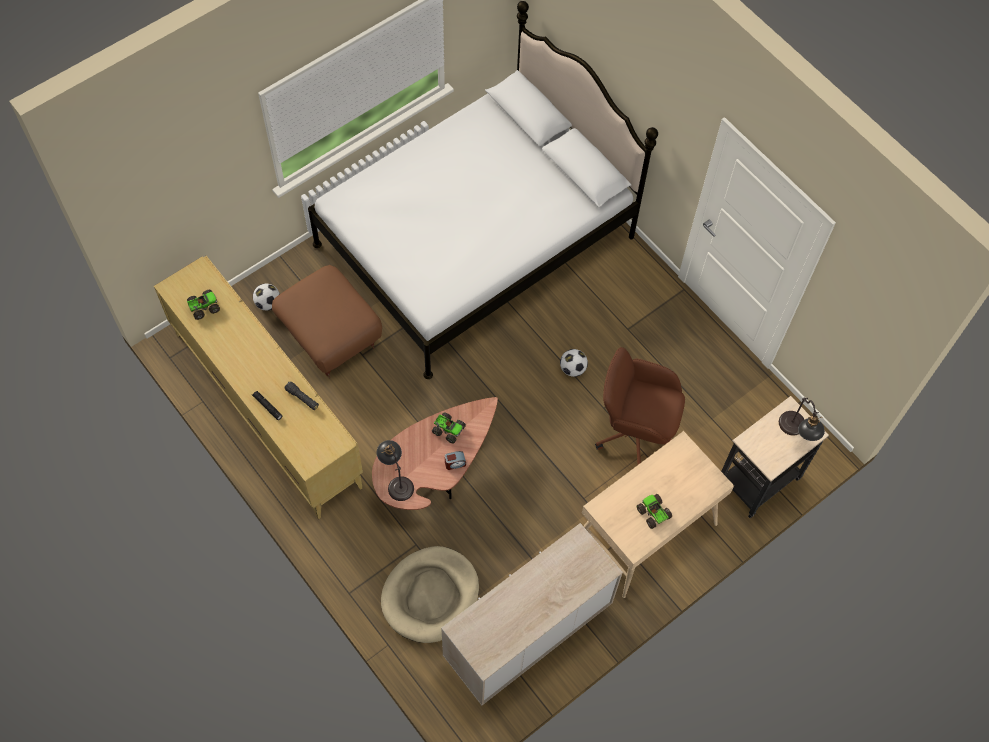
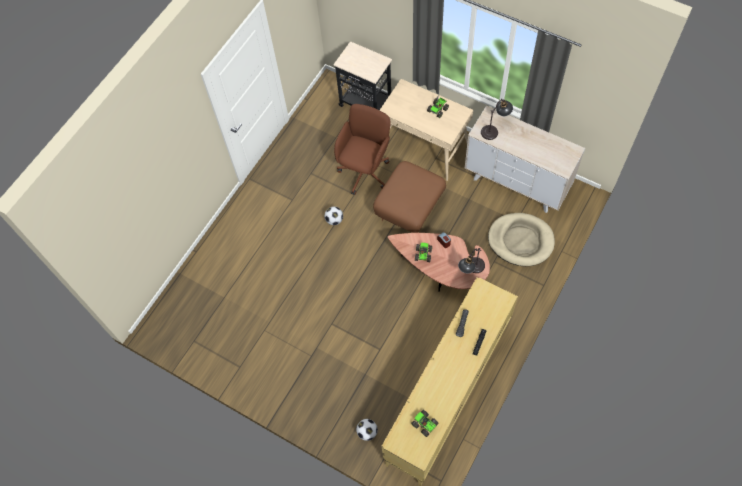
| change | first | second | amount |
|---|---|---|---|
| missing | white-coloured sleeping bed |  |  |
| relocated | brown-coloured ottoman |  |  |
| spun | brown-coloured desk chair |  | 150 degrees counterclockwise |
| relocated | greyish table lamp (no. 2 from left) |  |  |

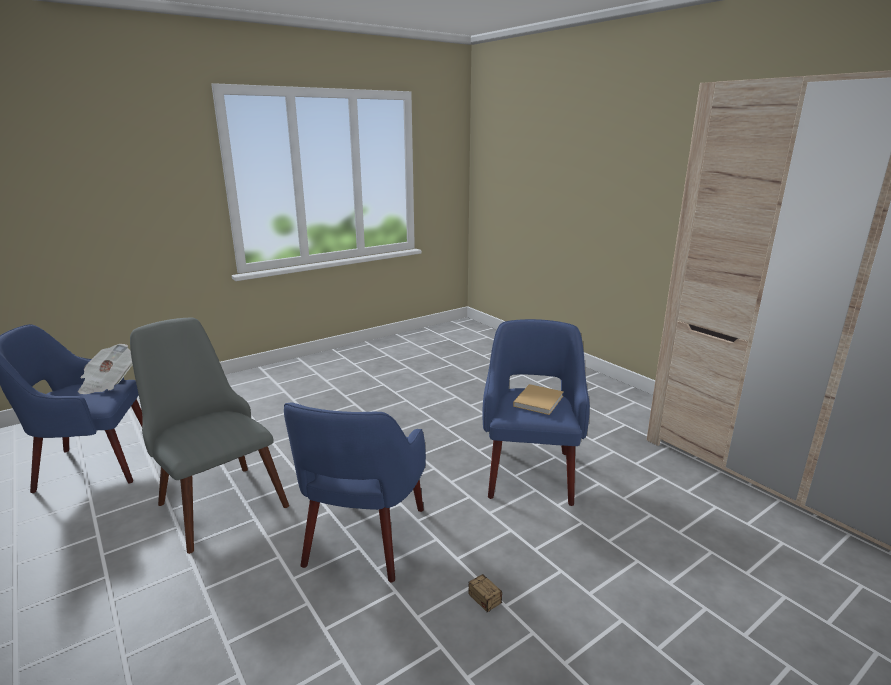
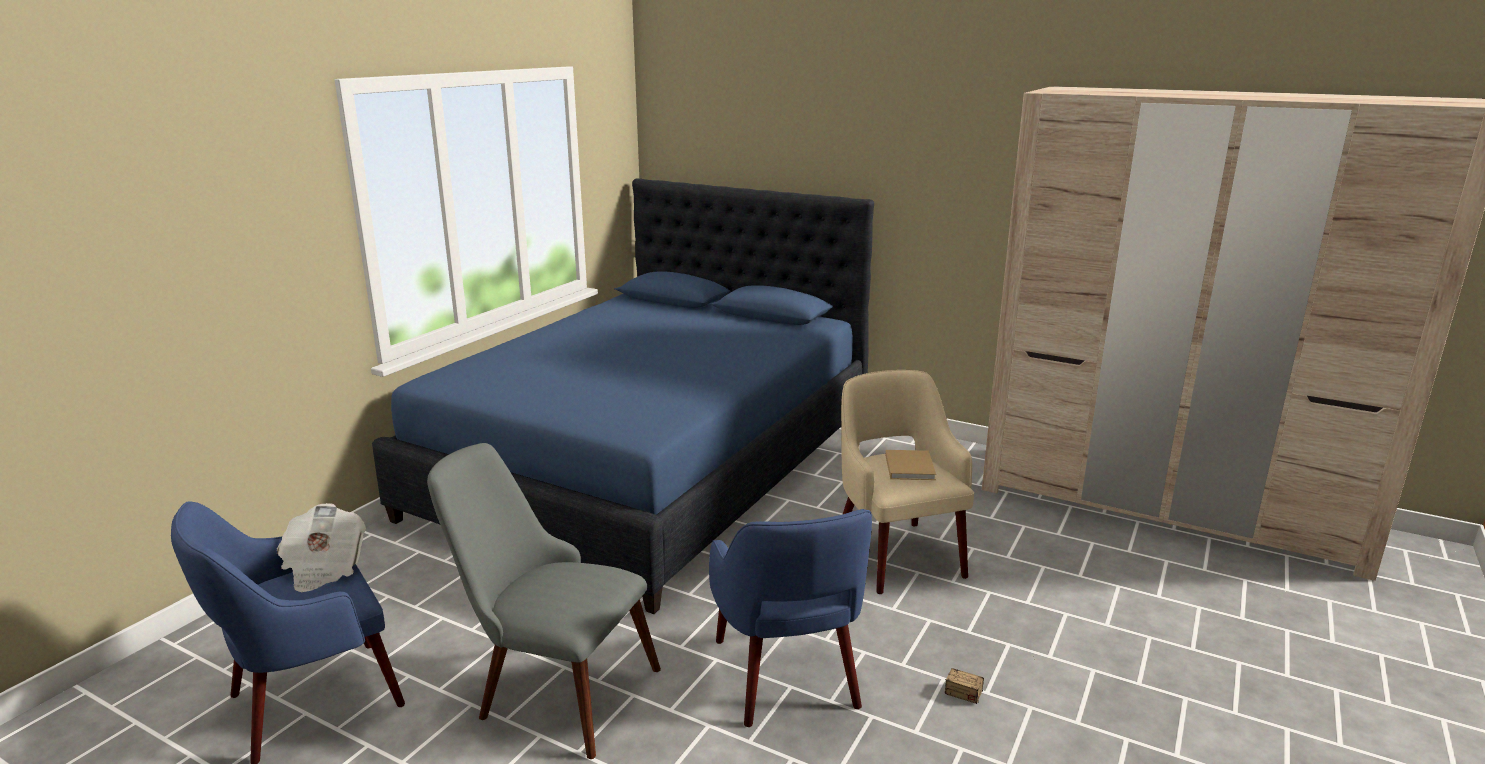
| change | first | second | amount |
|---|---|---|---|
| colour | blue-coloured easy chair (no. 3 from left) | beige easy chair |  |
| appeared |  | blue-coloured sleeping bed |  |

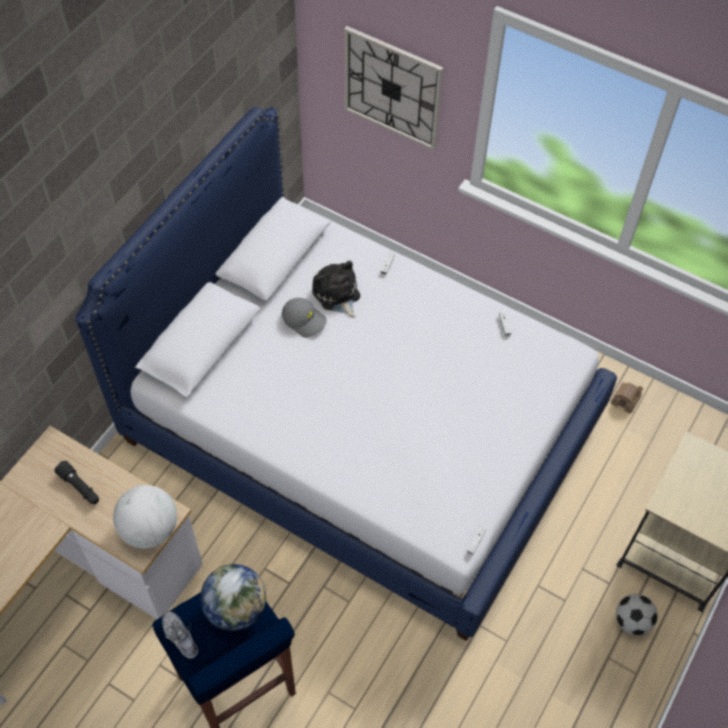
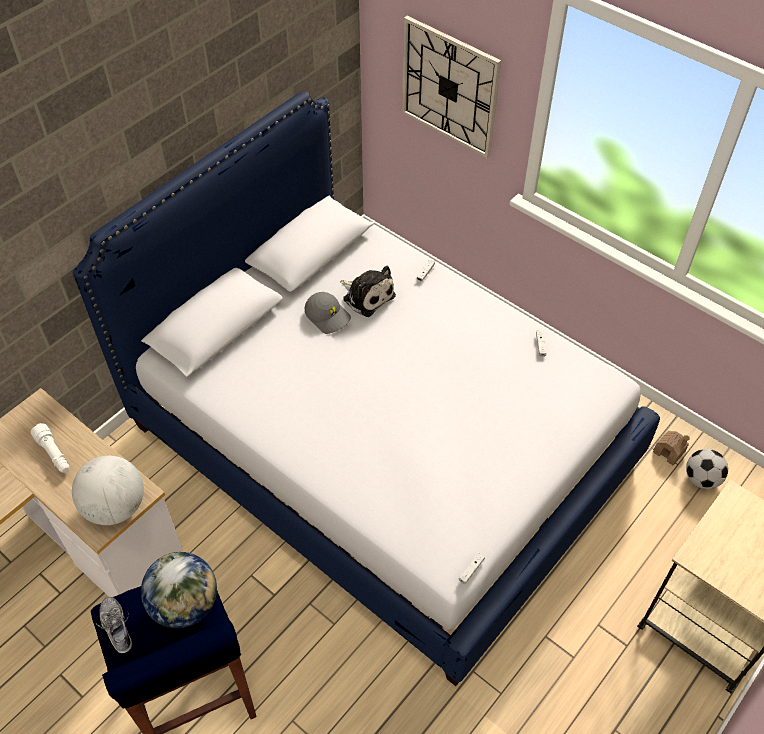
| change | first | second | amount |
|---|---|---|---|
| spun | cuddly toy |  | 150 degrees clockwise |
| colour | black torch | white-coloured torch |  |
| relocated | ball for football |  |  |

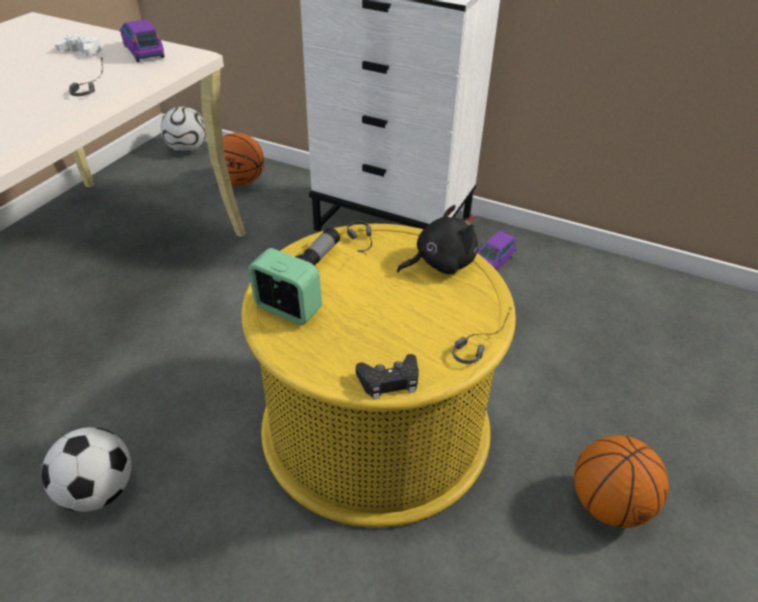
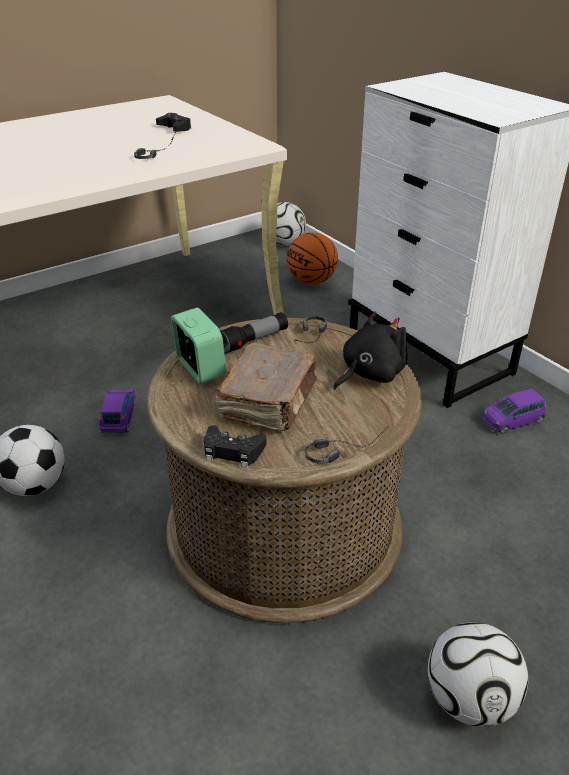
| change | first | second | amount |
|---|---|---|---|
| relocated | purplish toy car (no. 1 from left) |  |  |
| colour | white-coloured gamepad | black gamepad (no. 1 from left) |  |
| spun | black cuddly toy |  | 45 degrees counterclockwise |
| colour | yellow lounge table | brown-coloured lounge table |  |
| exchanged | basketball ball (no. 2 from left) | ball for football (no. 3 from left) |  |
| appeared |  | brown-coloured bound book |  |

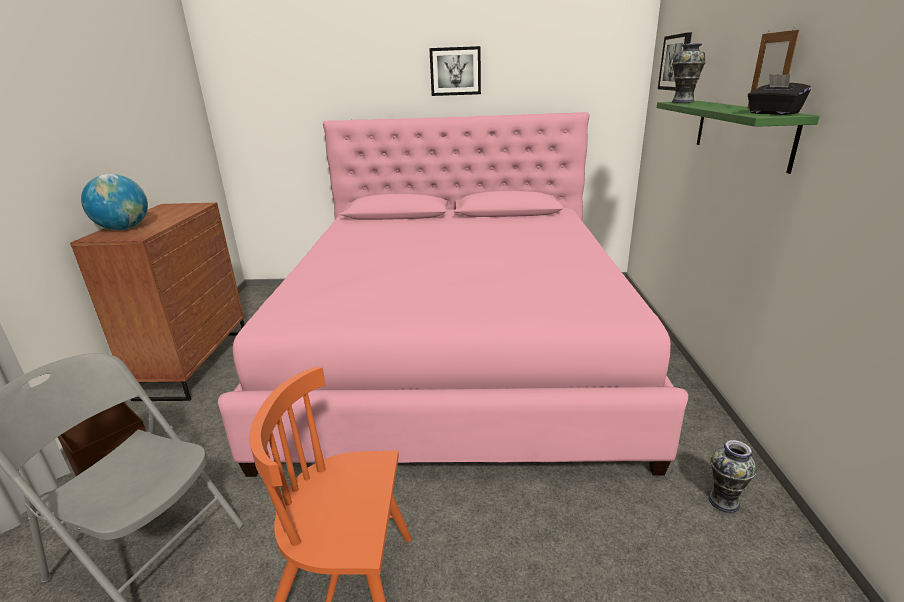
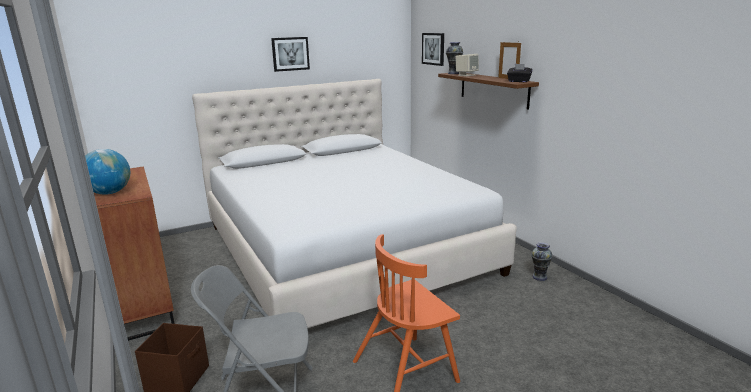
| change | first | second | amount |
|---|---|---|---|
| colour | greenish bracket shelf | brown-coloured bracket shelf |  |
| colour | pink-coloured sleeping bed | white-coloured sleeping bed |  |
| appeared |  | beige audio speaker |  |

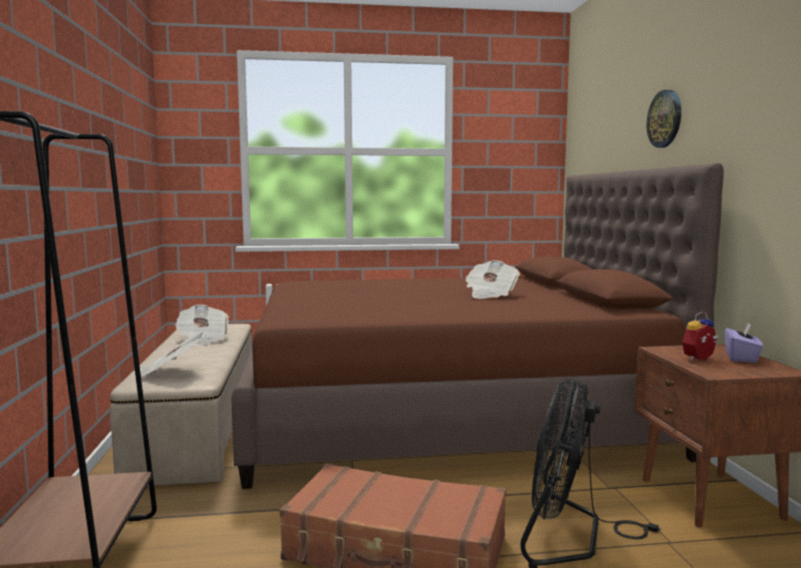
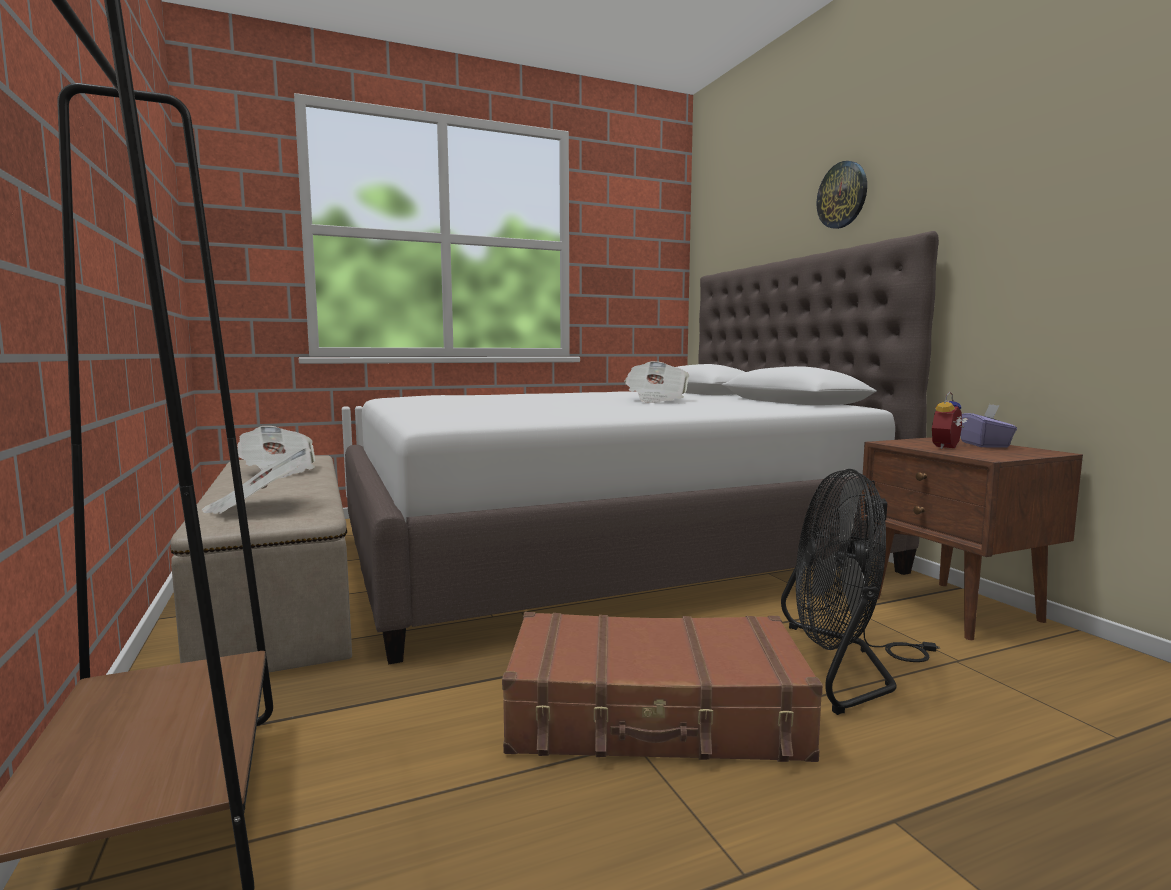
| change | first | second | amount |
|---|---|---|---|
| colour | brown-coloured sleeping bed | white-coloured sleeping bed |  |

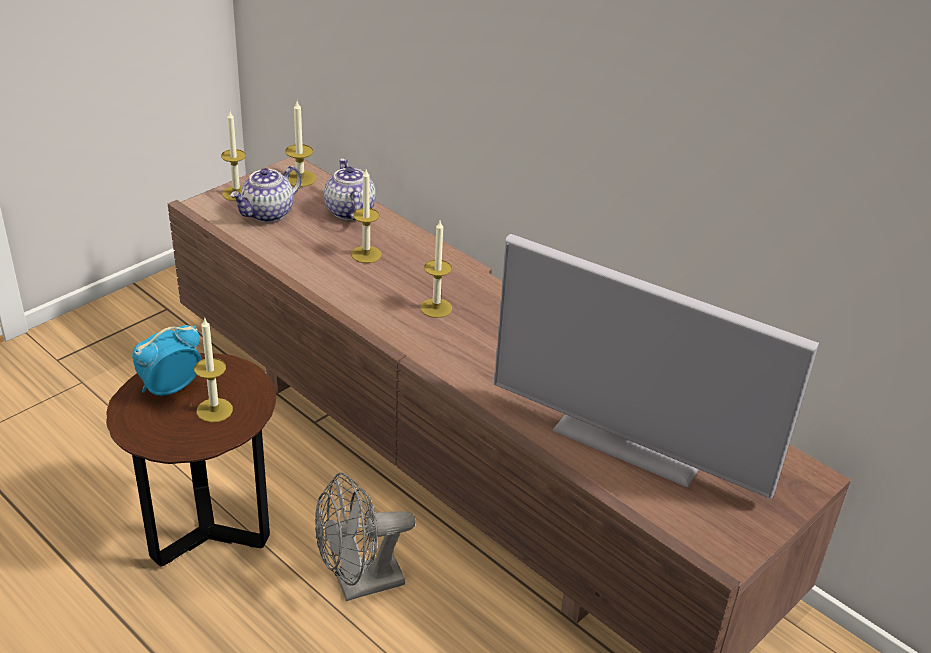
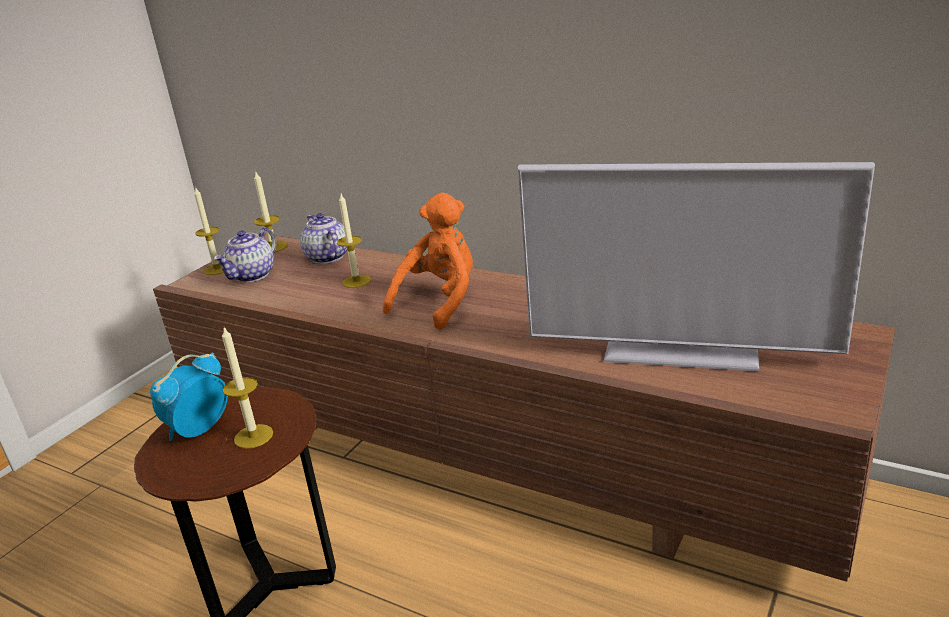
| change | first | second | amount |
|---|---|---|---|
| exchanged | wax light (no. 5 from left) | orange-coloured cuddly toy |  |
| missing | greyish cooling fan |  |  |

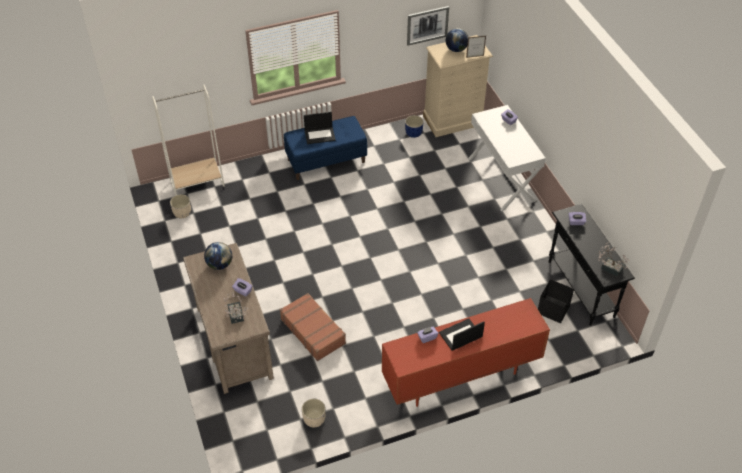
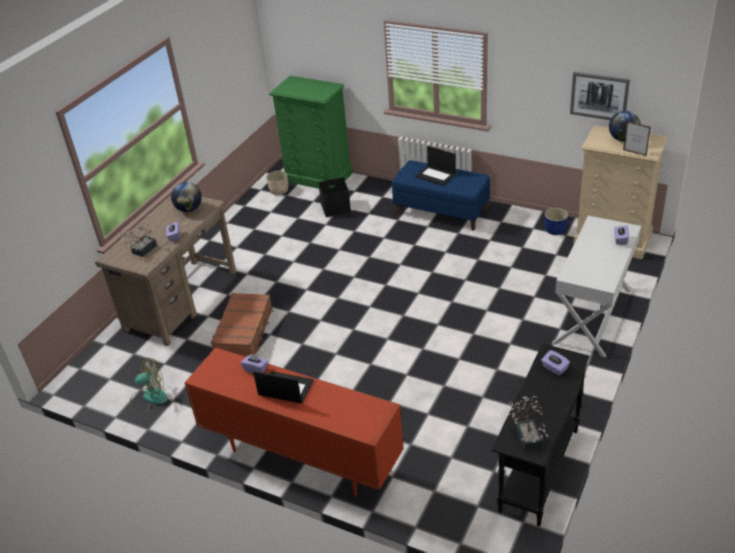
| change | first | second | amount |
|---|---|---|---|
| exchanged | garment rack | greenish drawer chest |  |
| relocated | black storage bin |  |  |
| exchanged | beige flower pot (no. 2 from left) | cooling fan |  |

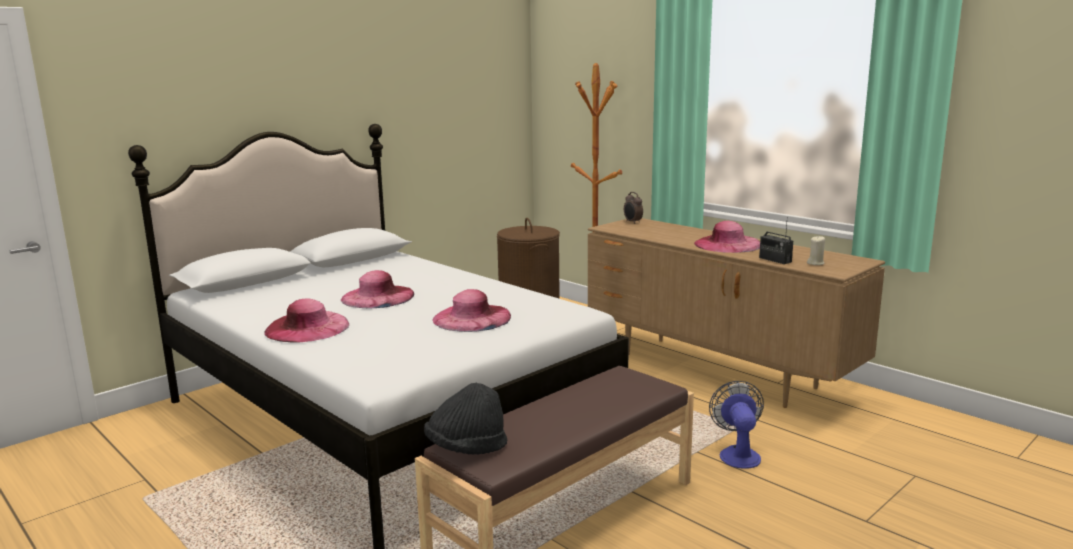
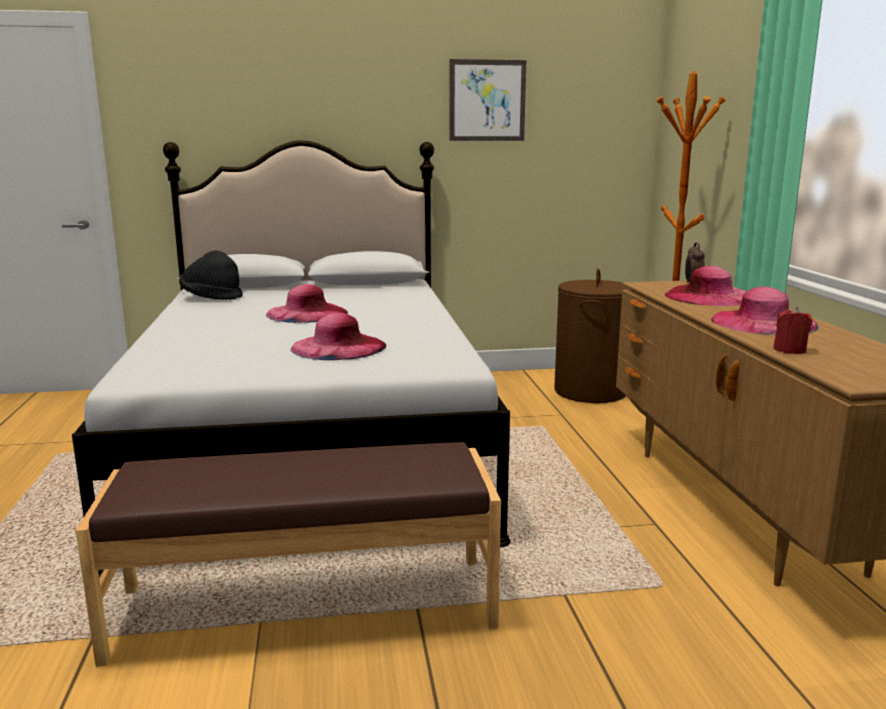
| change | first | second | amount |
|---|---|---|---|
| exchanged | radio set | red wax light |  |
| missing | beige wax light |  |  |
| relocated | pink-coloured clothing hat (no. 1 from left in the first image) | pink-coloured clothing hat (no. 3 from left) |  |
| missing | cooling fan |  |  |
| relocated | black clothing hat |  |  |
| appeared |  | wall art |  |

